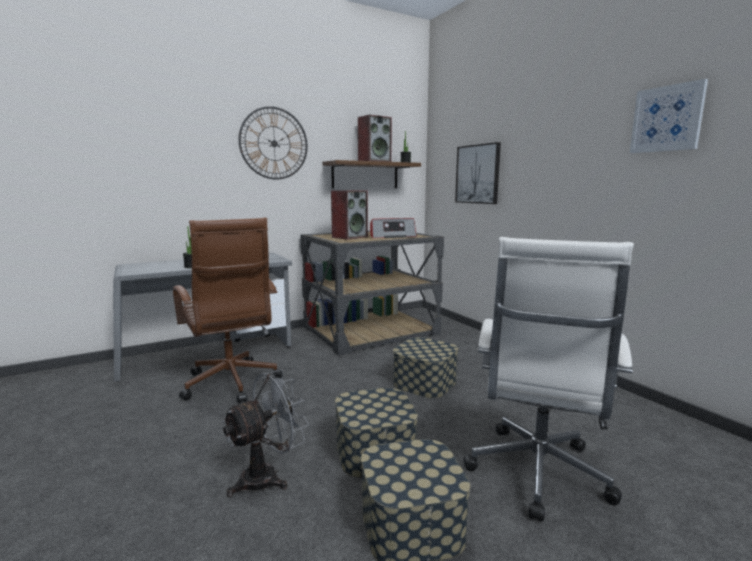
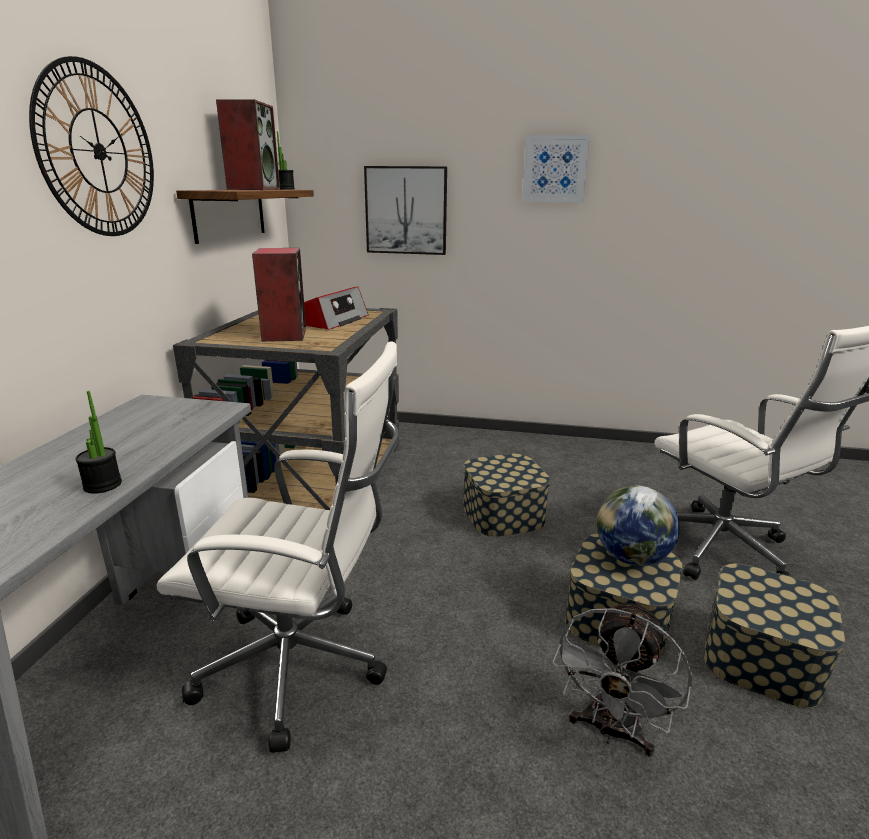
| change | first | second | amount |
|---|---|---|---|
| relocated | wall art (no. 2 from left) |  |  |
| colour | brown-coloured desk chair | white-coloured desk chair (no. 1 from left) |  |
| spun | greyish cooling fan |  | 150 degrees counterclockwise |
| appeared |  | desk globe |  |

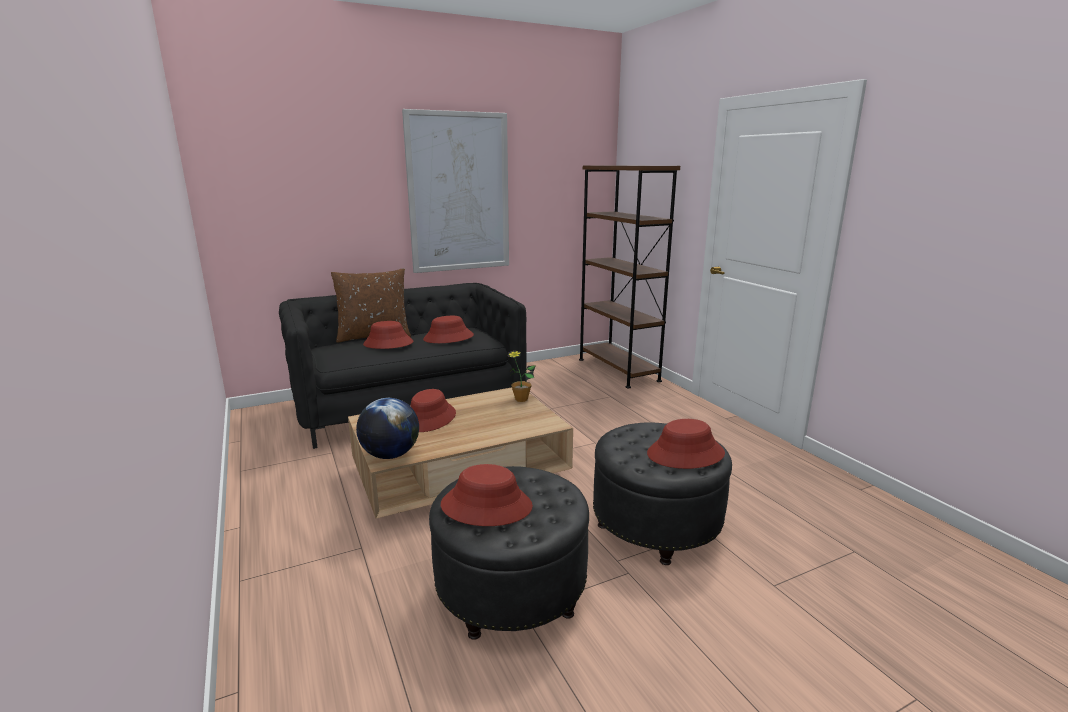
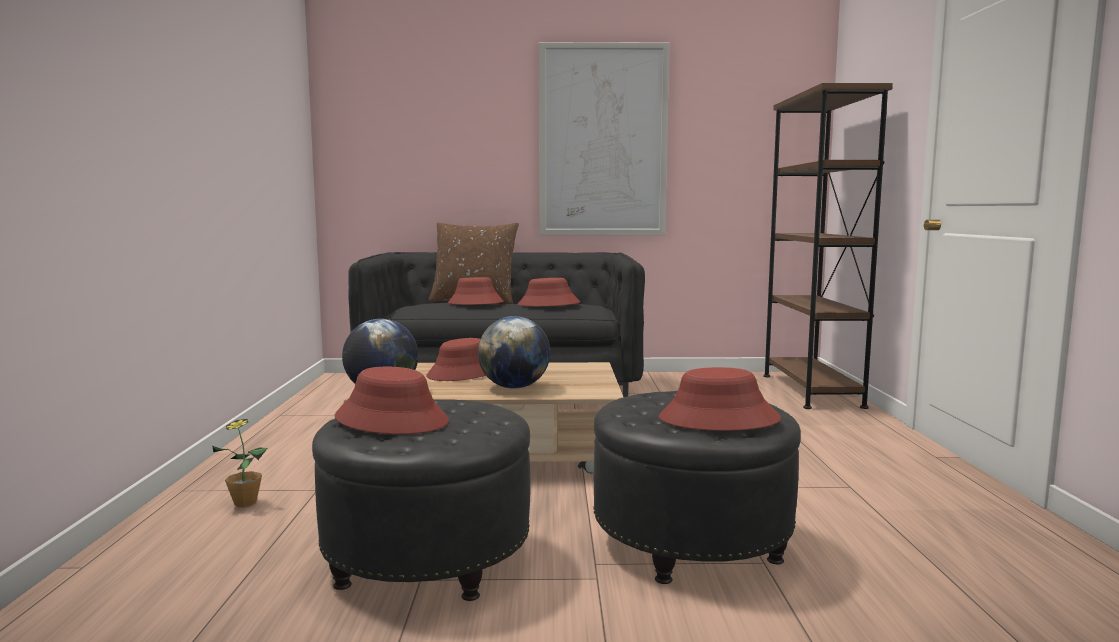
| change | first | second | amount |
|---|---|---|---|
| relocated | houseplant |  |  |
| appeared |  | desk globe (no. 2 from left) |  |

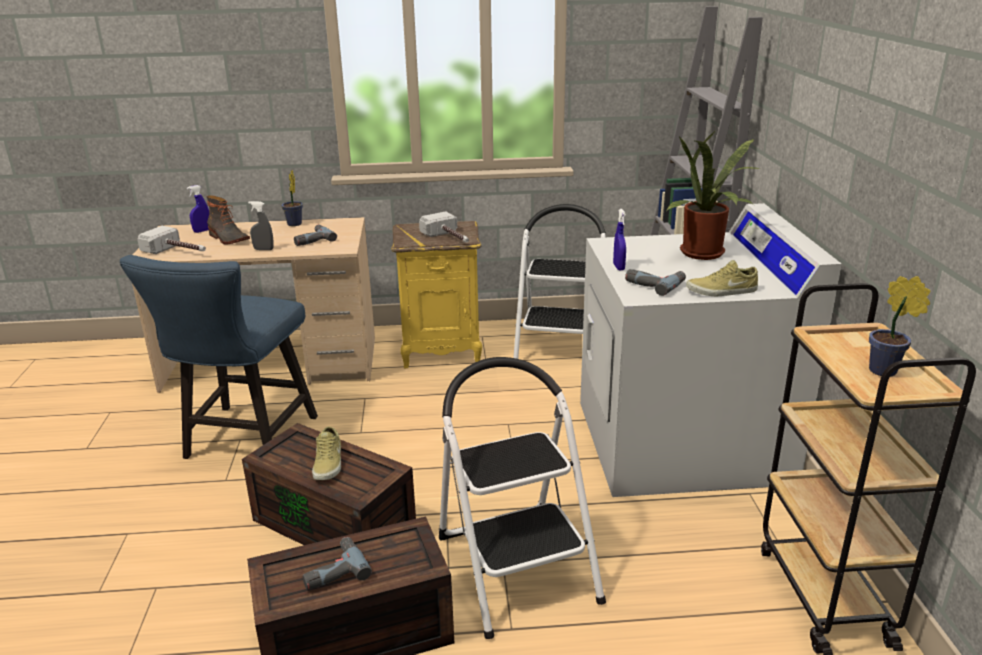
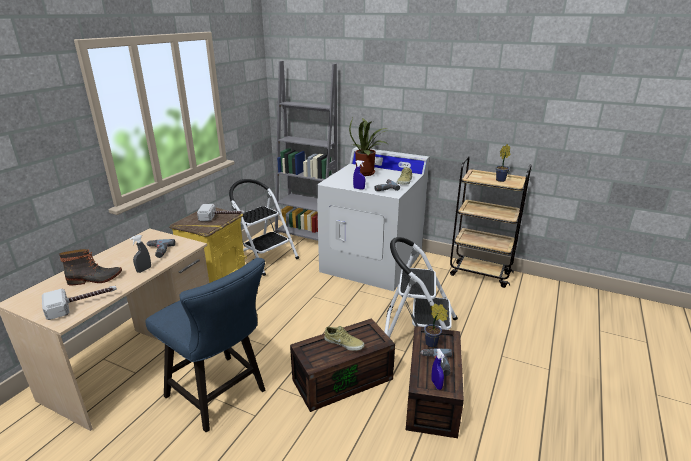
| change | first | second | amount |
|---|---|---|---|
| relocated | houseplant (no. 1 from left in the first image) | houseplant (no. 2 from left) |  |
| relocated | blue-coloured spray bottle (no. 1 from left in the first image) | blue-coloured spray bottle (no. 2 from left) |  |

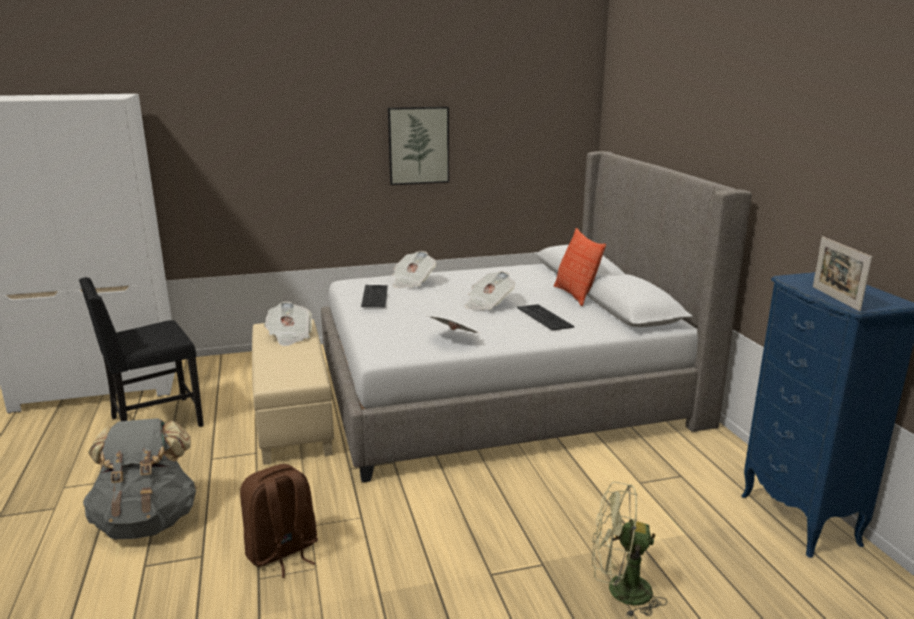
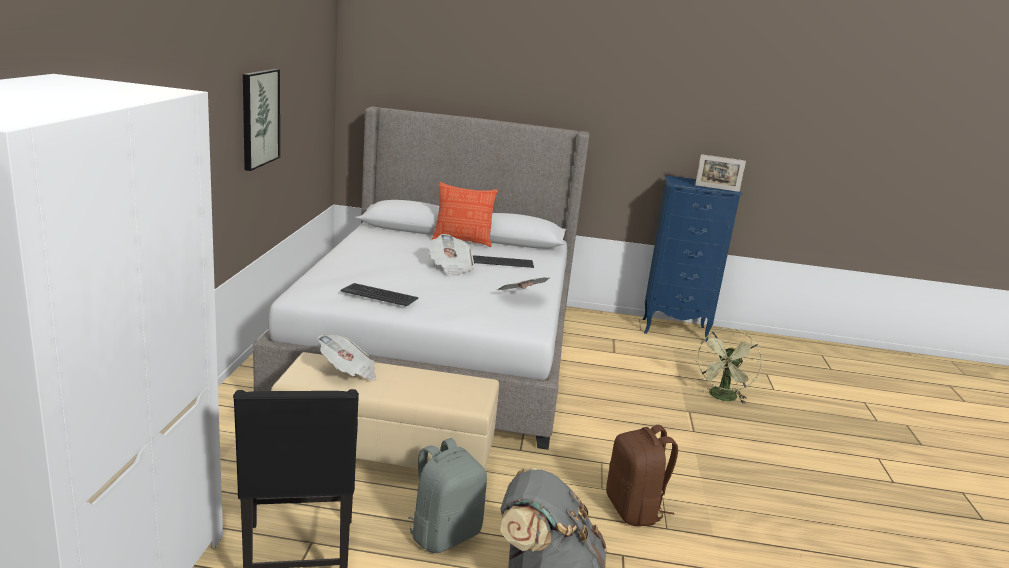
| change | first | second | amount |
|---|---|---|---|
| missing | printed paper (no. 2 from left) |  |  |
| appeared |  | greyish backpack (no. 1 from left) |  |

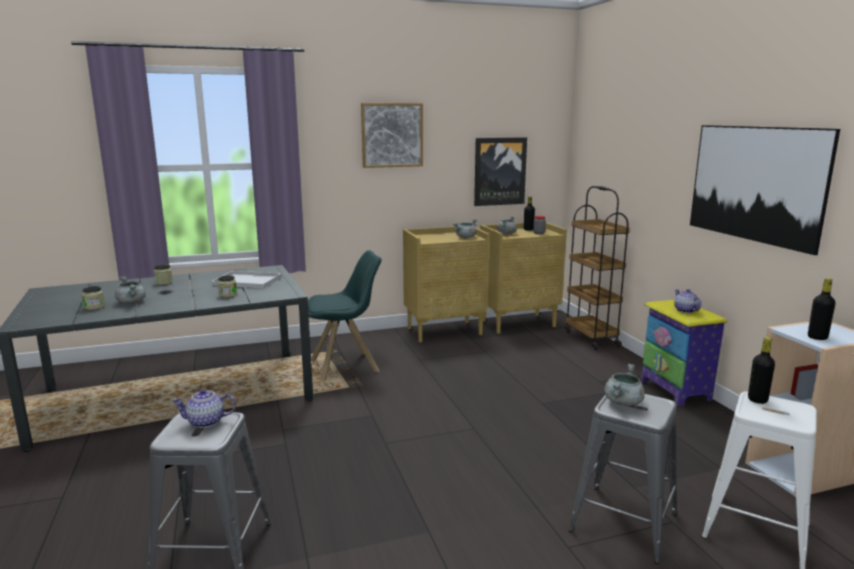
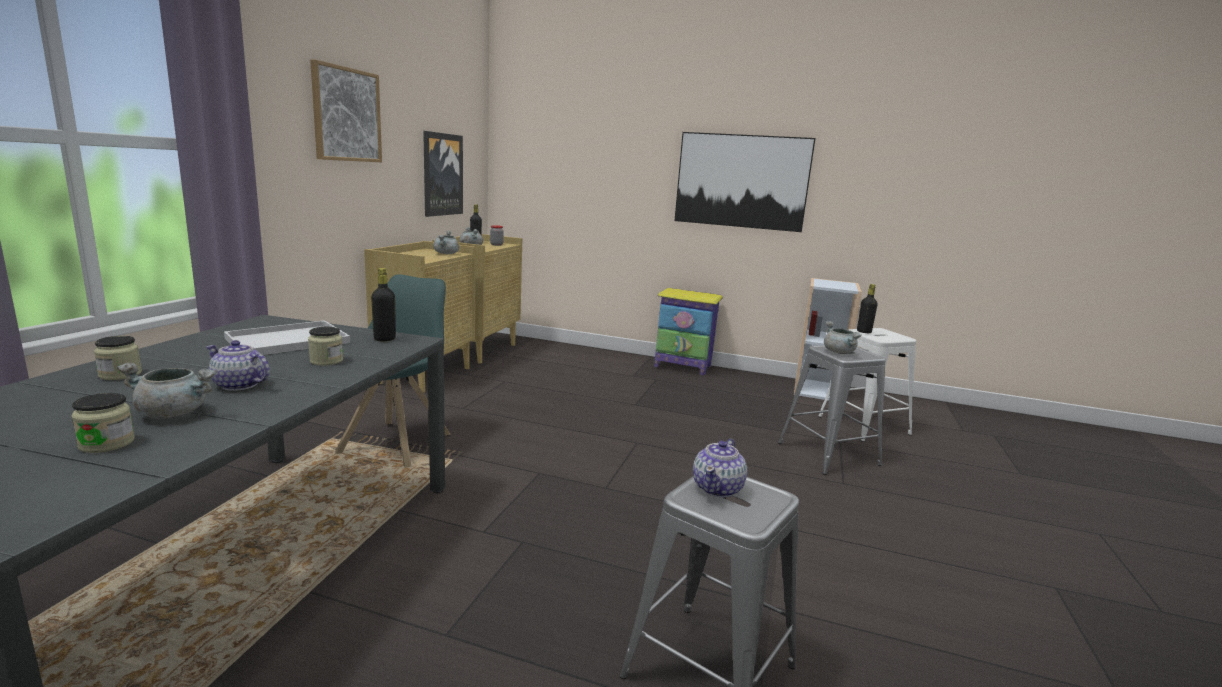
| change | first | second | amount |
|---|---|---|---|
| missing | brown-coloured wheeled cart |  |  |
| relocated | black drink bottle (no. 3 from left in the first image) | black drink bottle (no. 1 from left) |  |
| relocated | tea pot (no. 2 from left in the first image) | tea pot (no. 1 from left) |  |

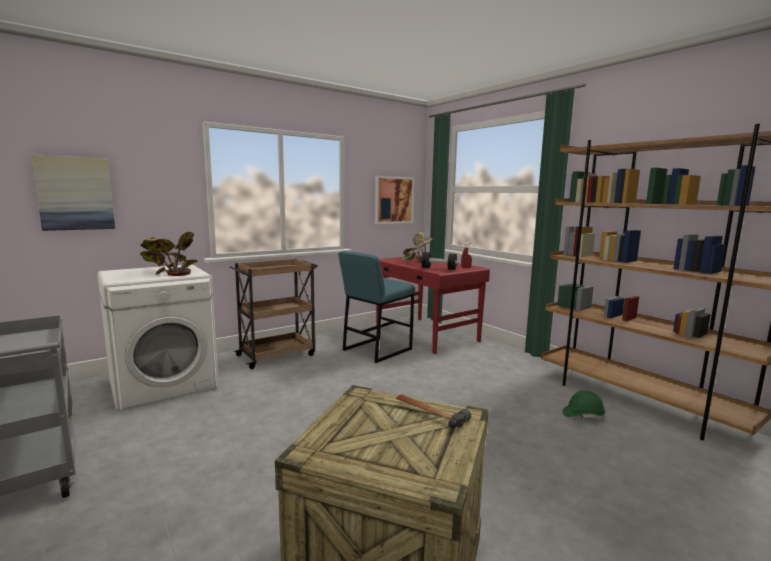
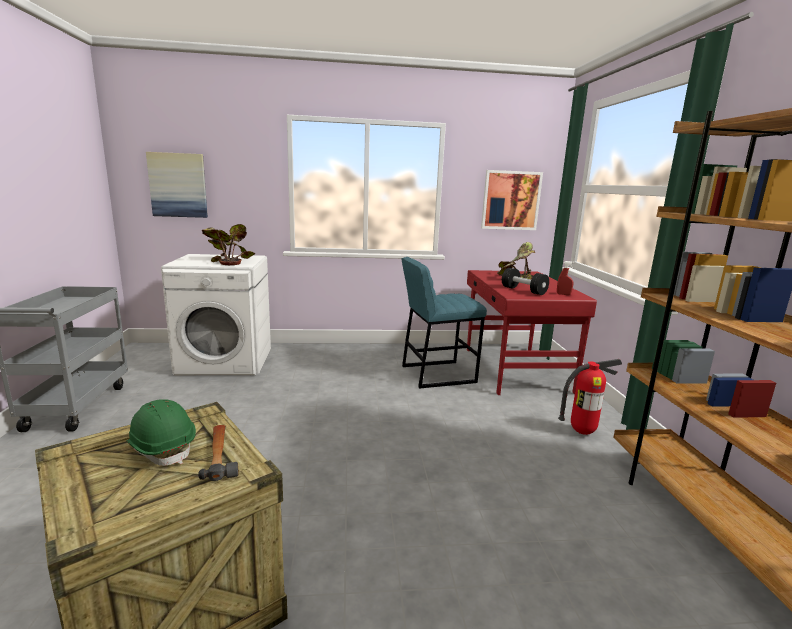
| change | first | second | amount |
|---|---|---|---|
| missing | brown-coloured wheeled cart |  |  |
| relocated | greenish hard hat |  |  |
| appeared |  | fire-fighting cylinder |  |

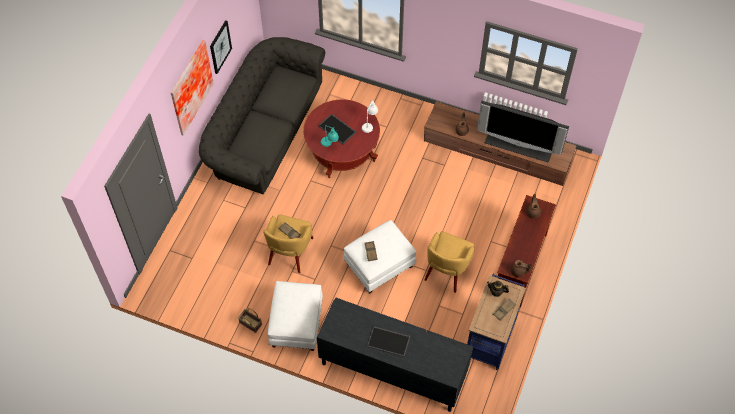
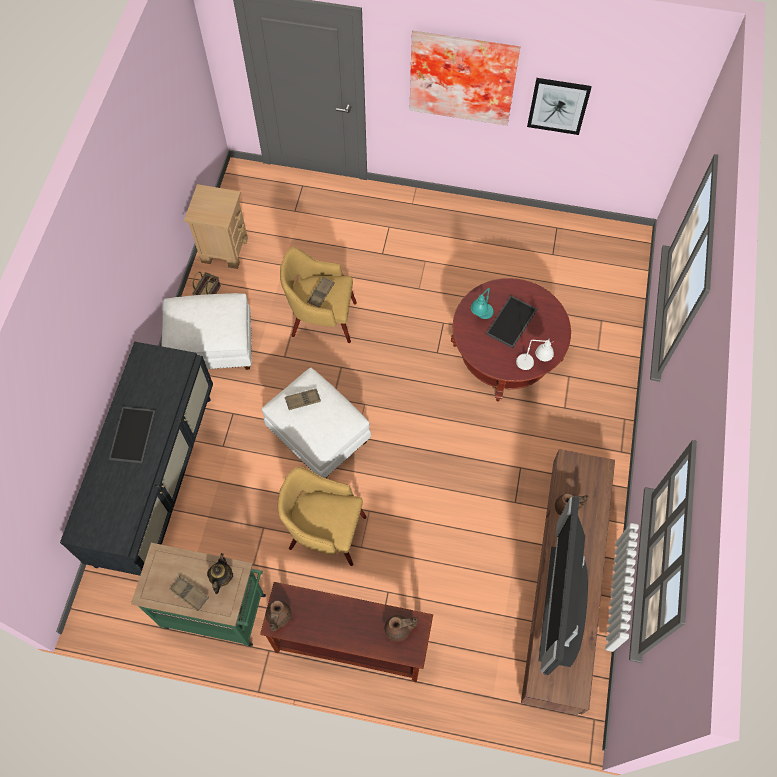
| change | first | second | amount |
|---|---|---|---|
| missing | greyish settee |  |  |
| colour | blue-coloured wheeled cart | greenish wheeled cart |  |
| appeared |  | beige nightstand |  |

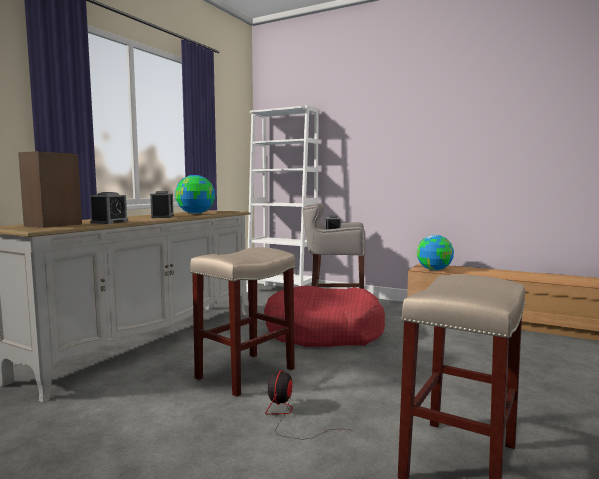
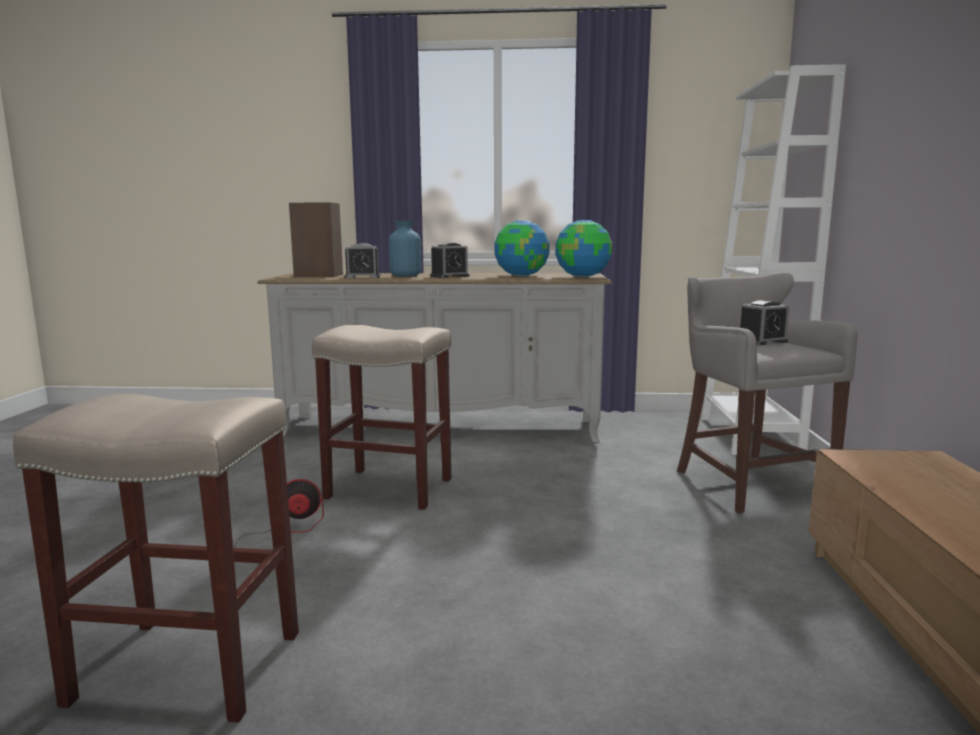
| change | first | second | amount |
|---|---|---|---|
| relocated | desk globe (no. 2 from left) |  |  |
| missing | red dog cushion |  |  |
| appeared |  | blue-coloured decorative vase |  |

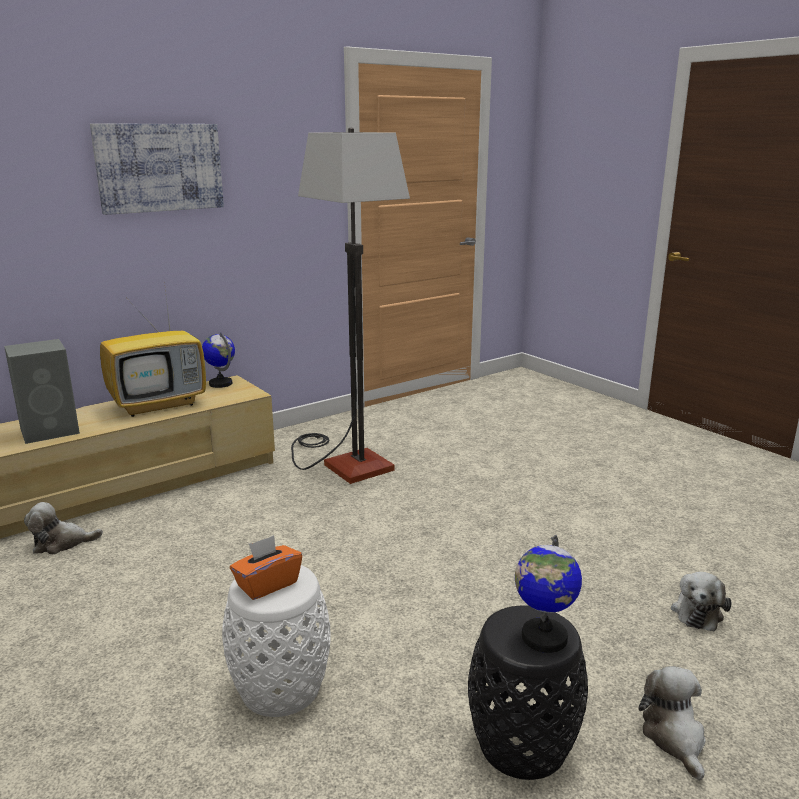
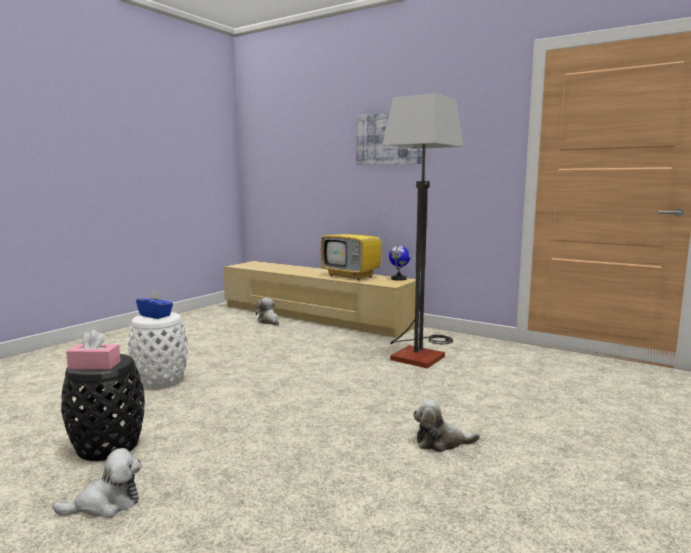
| change | first | second | amount |
|---|---|---|---|
| missing | greyish audio speaker |  |  |
| colour | orange-coloured tissue box | blue-coloured tissue box |  |
| exchanged | desk globe (no. 2 from left) | pink-coloured tissue box |  |
| relocated | cuddly toy (no. 3 from left) |  |  |

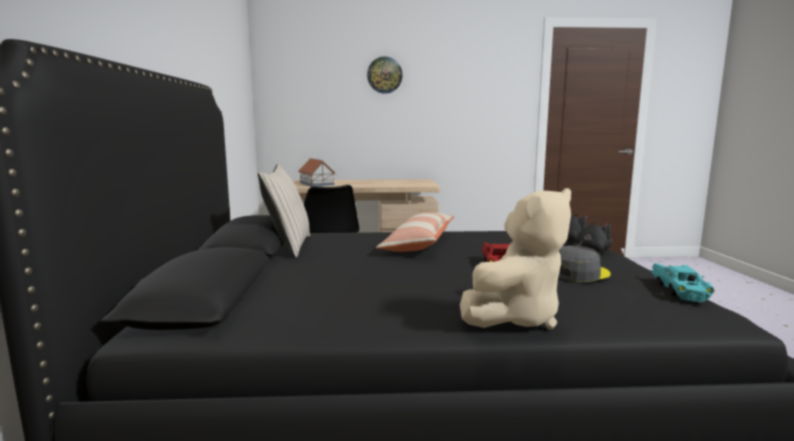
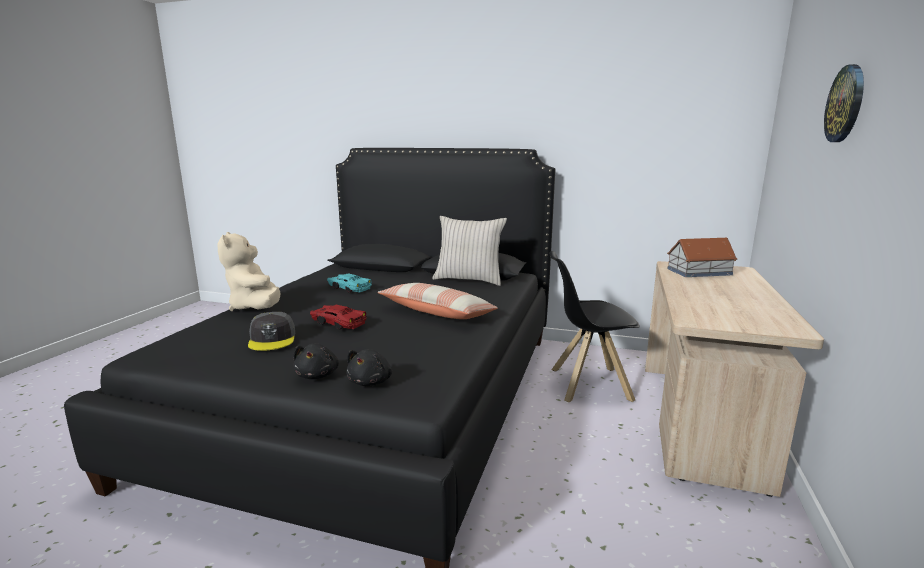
| change | first | second | amount |
|---|---|---|---|
| relocated | blue-green toy car |  |  |

